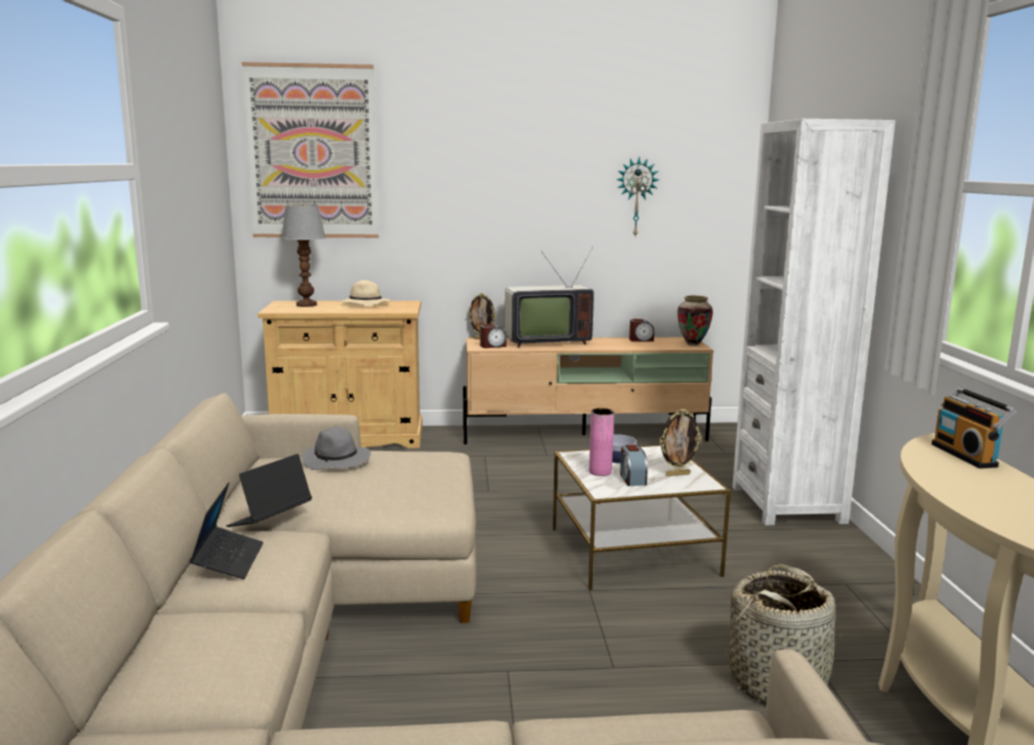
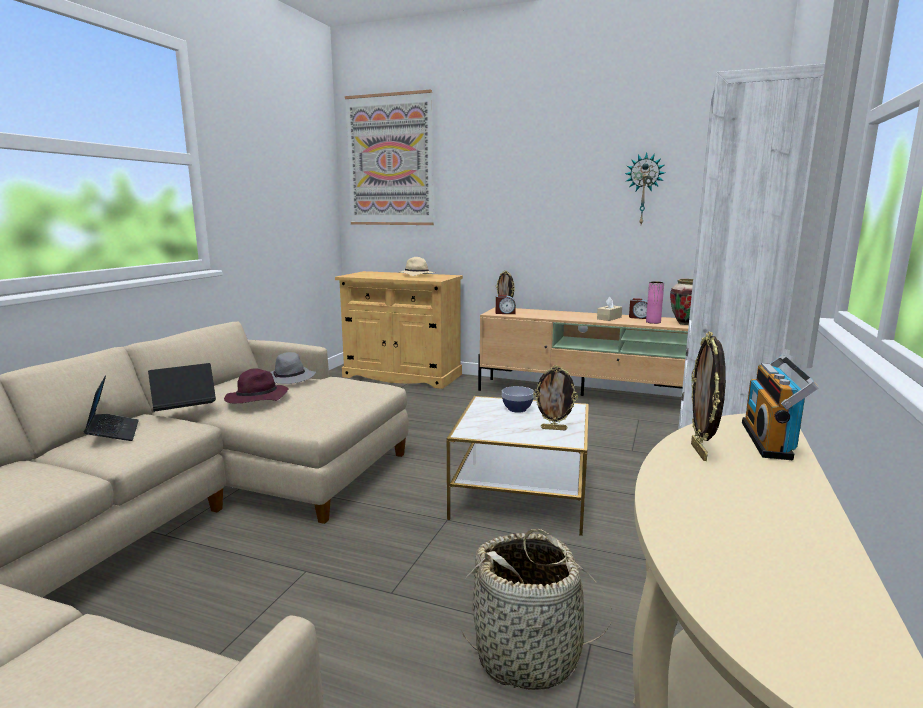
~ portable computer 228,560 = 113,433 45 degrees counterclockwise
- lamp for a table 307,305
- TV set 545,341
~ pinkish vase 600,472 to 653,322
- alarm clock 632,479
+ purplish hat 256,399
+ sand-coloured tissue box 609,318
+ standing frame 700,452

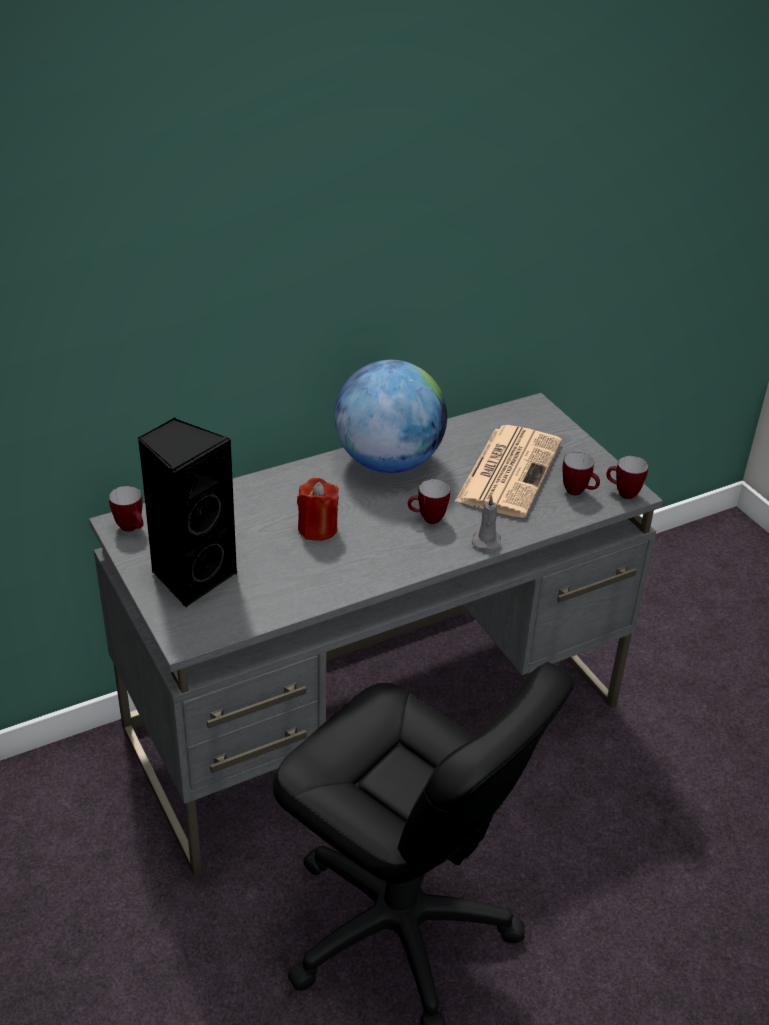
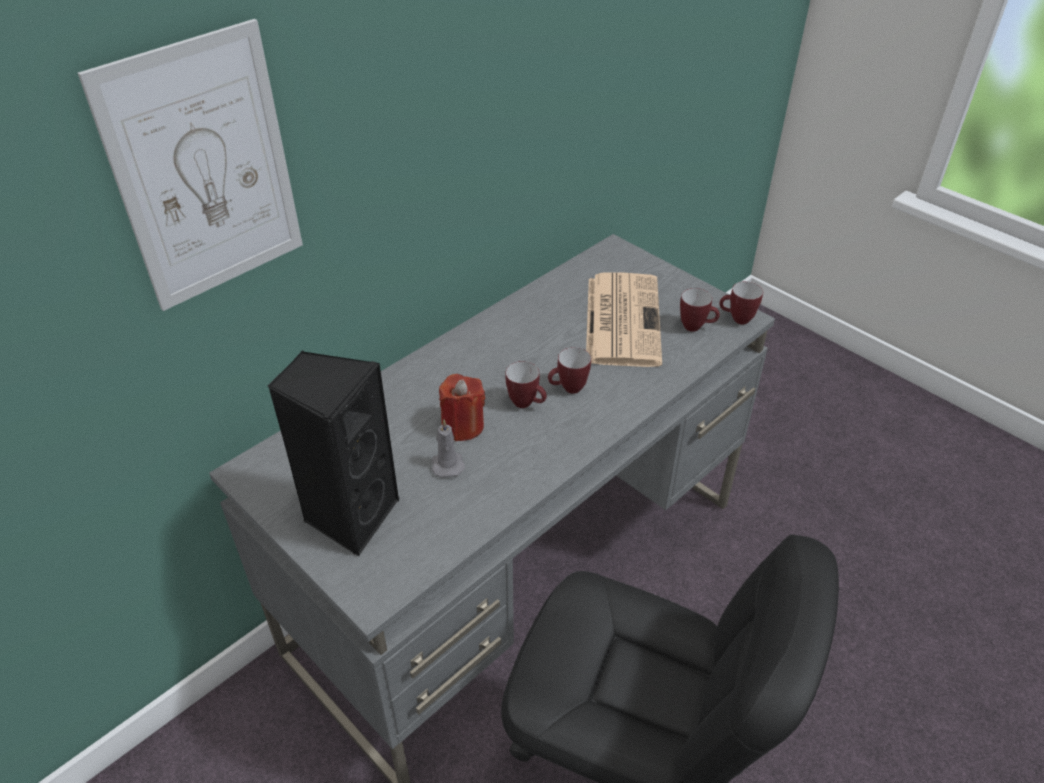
~ mug 132,528 to 527,404
- globe 388,462
~ grey candle 486,540 to 447,464
+ wall art 205,170

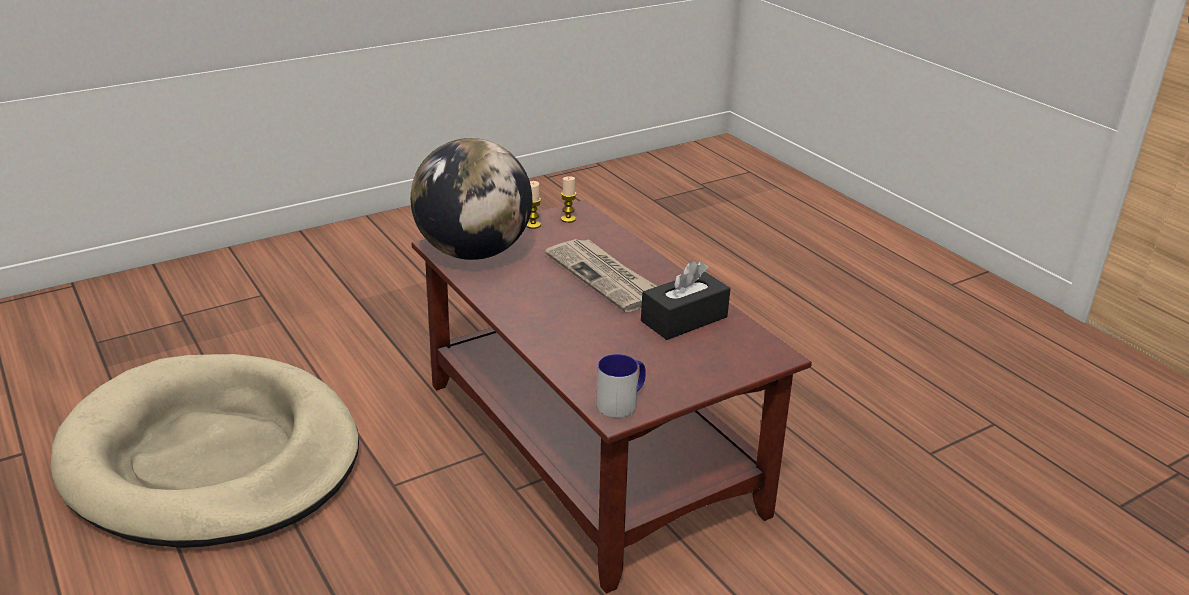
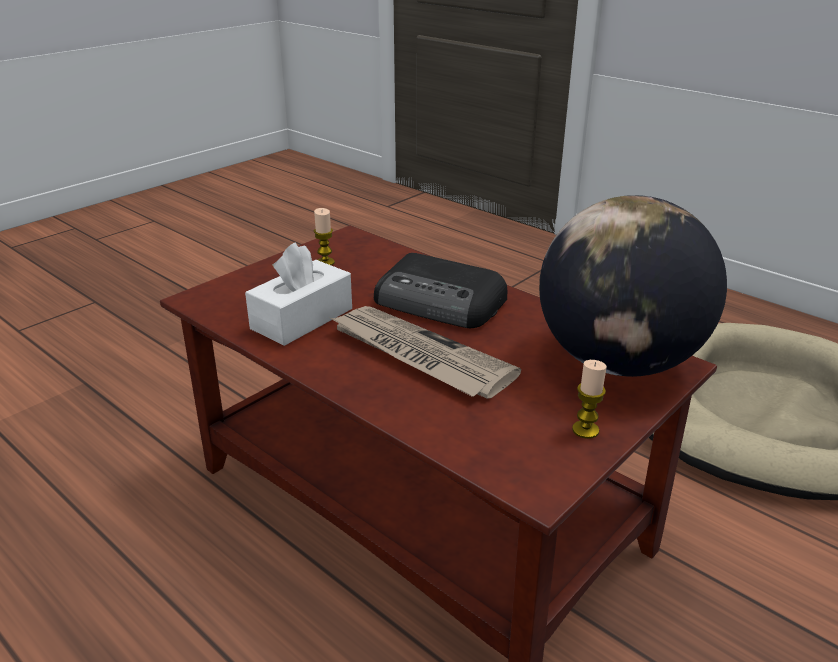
~ candle 568,219 to 325,262
- mug 622,402
~ black tissue box 684,319 to white tissue box 302,319
+ radio receiver 441,302

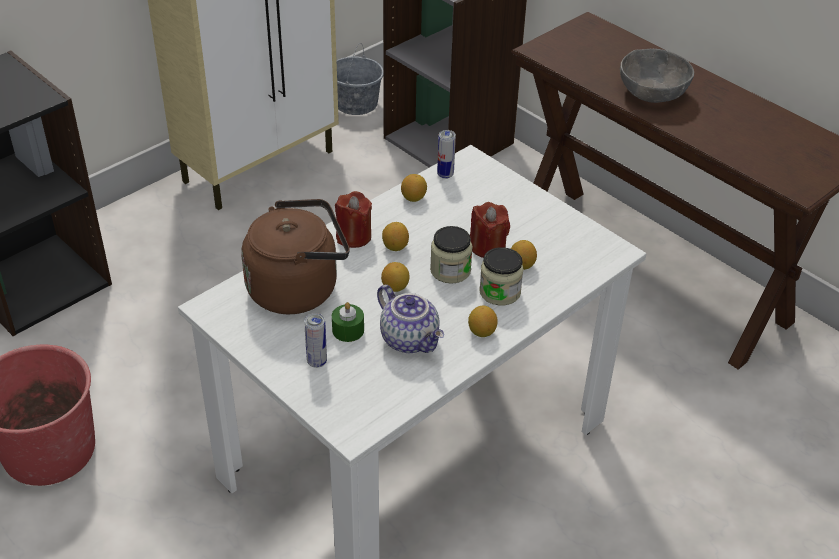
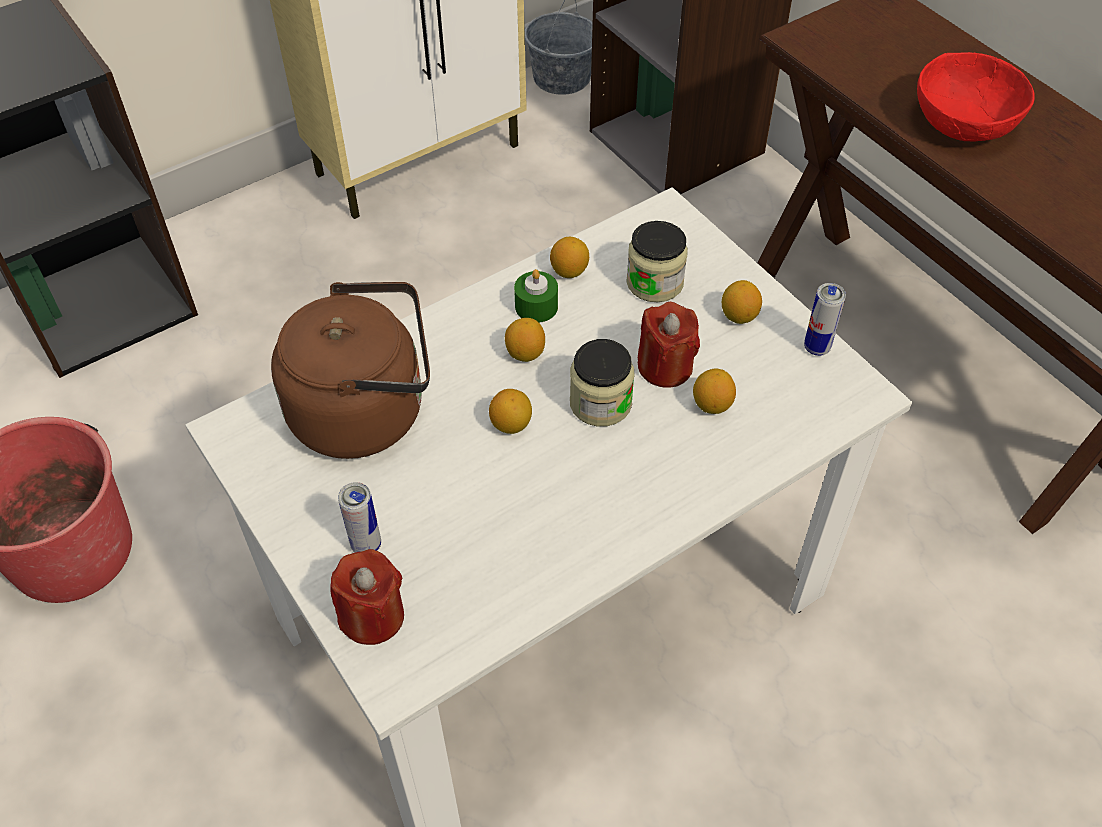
~ greenish candle 348,330 to 536,306
~ reddish candle 353,236 to 372,616
- teapot 411,339
~ metal can 445,174 to 816,347
~ lemon 481,332 to 738,316
~ storage jar 500,292 to 655,282
~ grey bowl 652,93 to reddish bowl 963,123

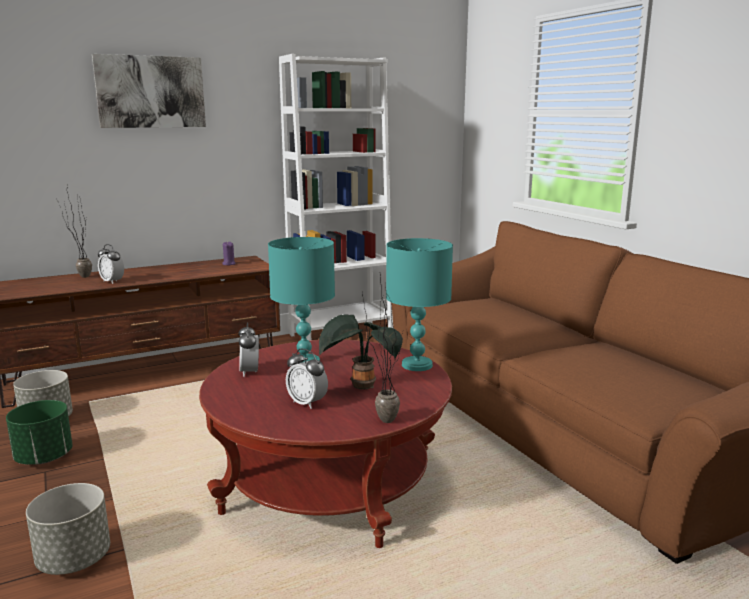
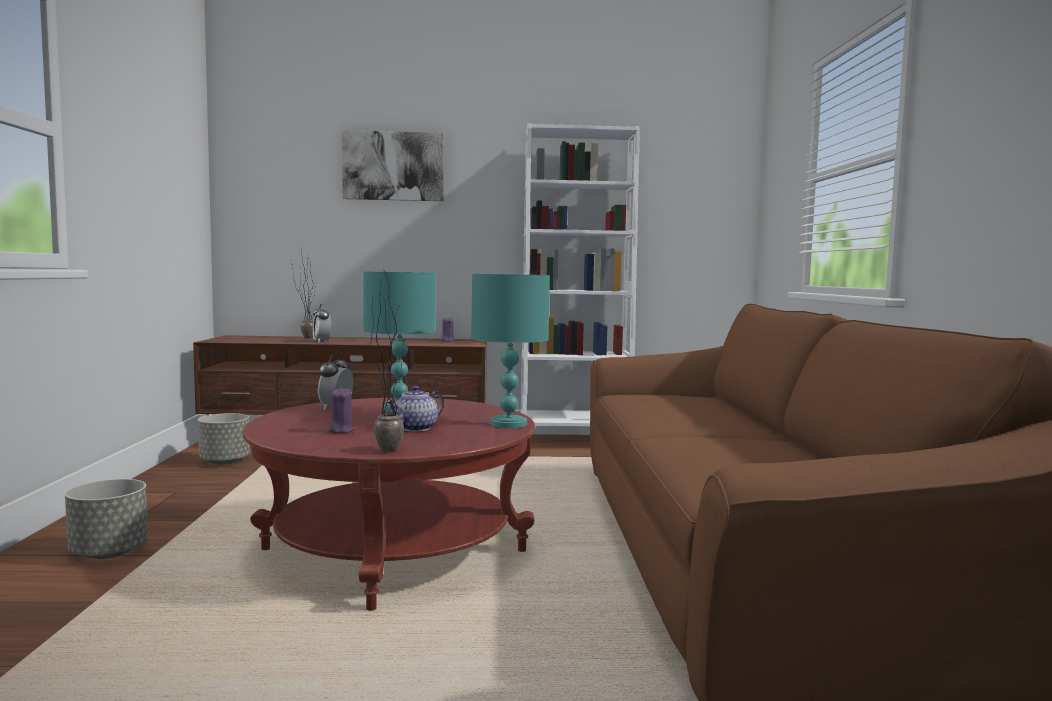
- greenish flower pot 43,458
~ alarm clock 307,403 to purplish candle 341,430
~ plant in a pot 360,387 to teapot 416,428

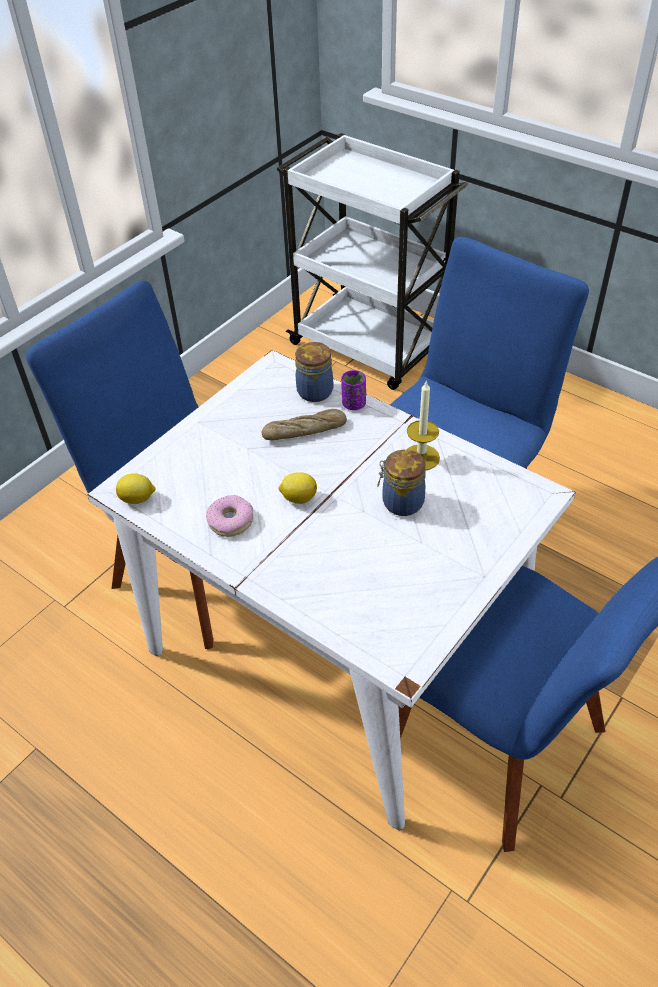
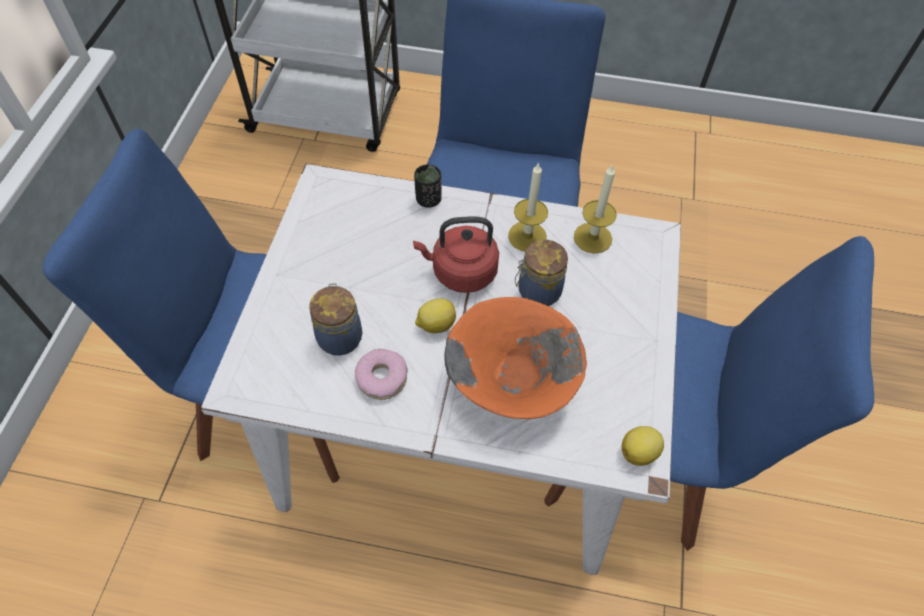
~ lemon 138,499 to 639,452
- bread 304,431
~ storage jar 315,390 to 340,336
~ purplish small cup 354,404 to black small cup 428,199
+ reddish kettle 460,272
+ orange bowl 511,380
+ candle 592,238

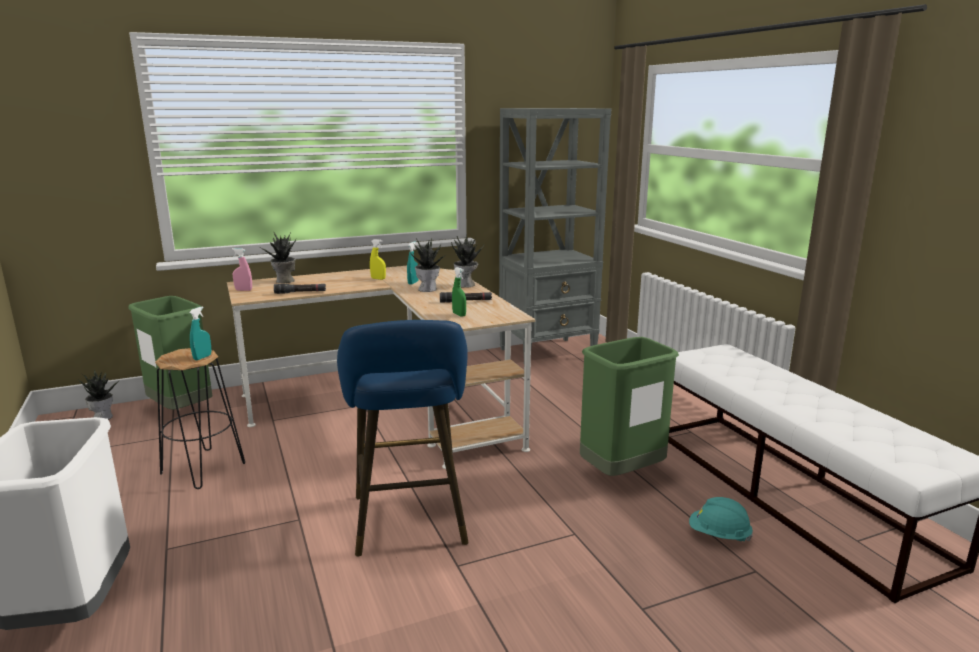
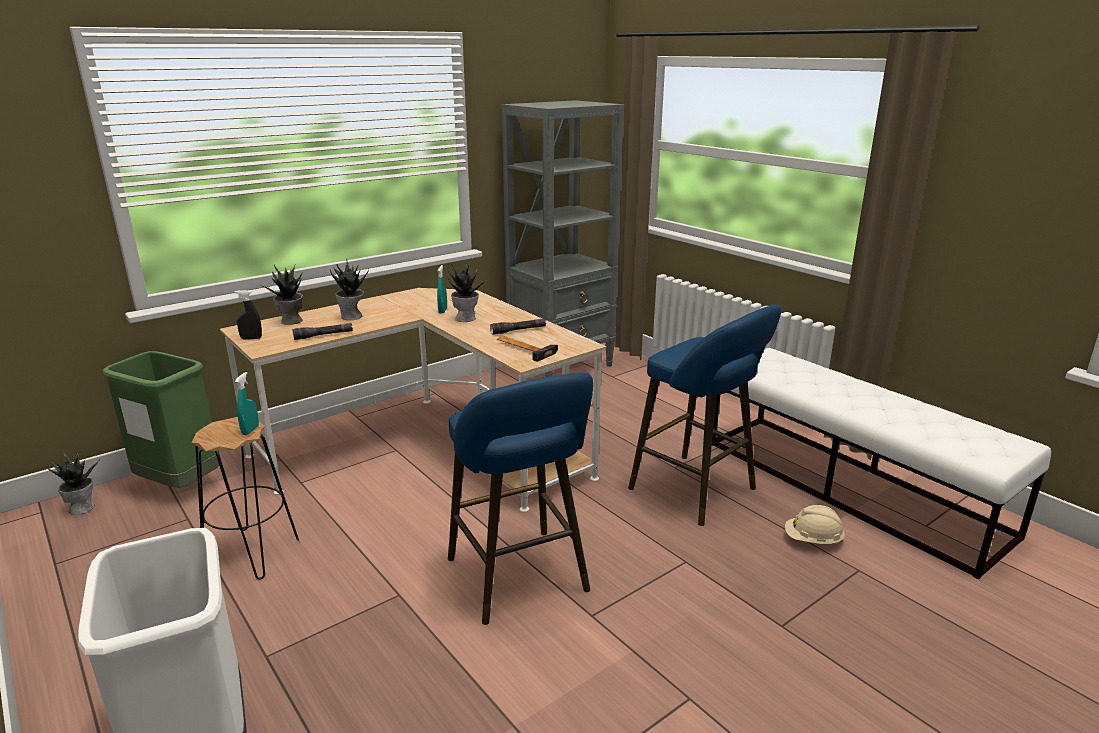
~ pinkish sprayer 243,290 to black sprayer 251,338
- yellow-coloured sprayer 378,279
~ plant in a pot 466,285 to 352,317
~ greenish sprayer 459,314 to hand hammer 524,348
~ greenish rubbish bin 621,474 to blue sitting stool 698,491
~ turquoise-coloured safety helmet 718,535 to sand-coloured safety helmet 812,540

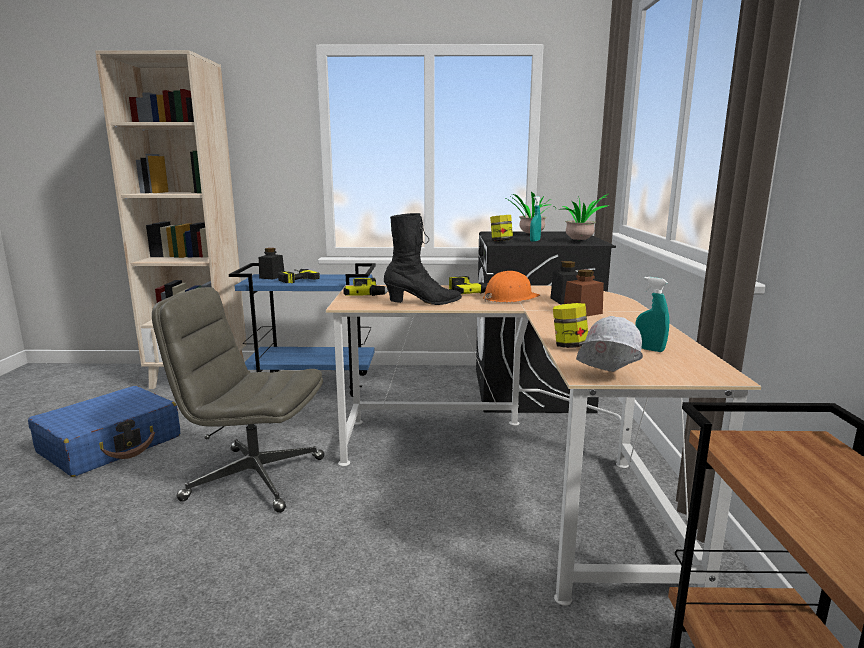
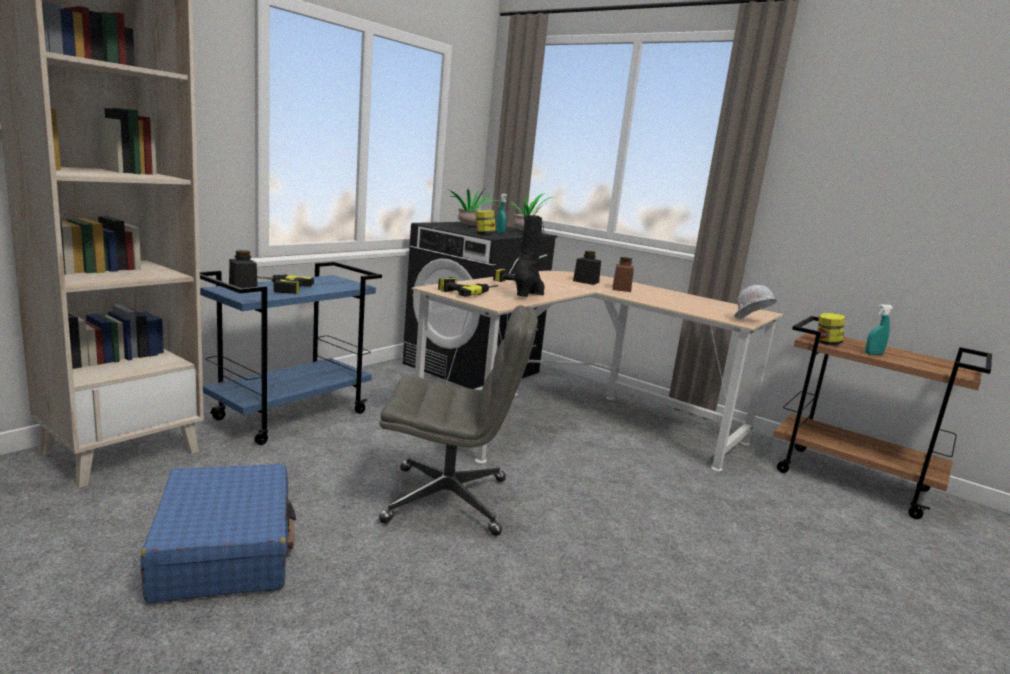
~ grey office chair 254,478 = 449,500 135 degrees counterclockwise
- orange safety helmet 509,298
~ storage jar 569,346 to 827,343
~ turquoise-coloured sprayer 649,349 to 873,354

